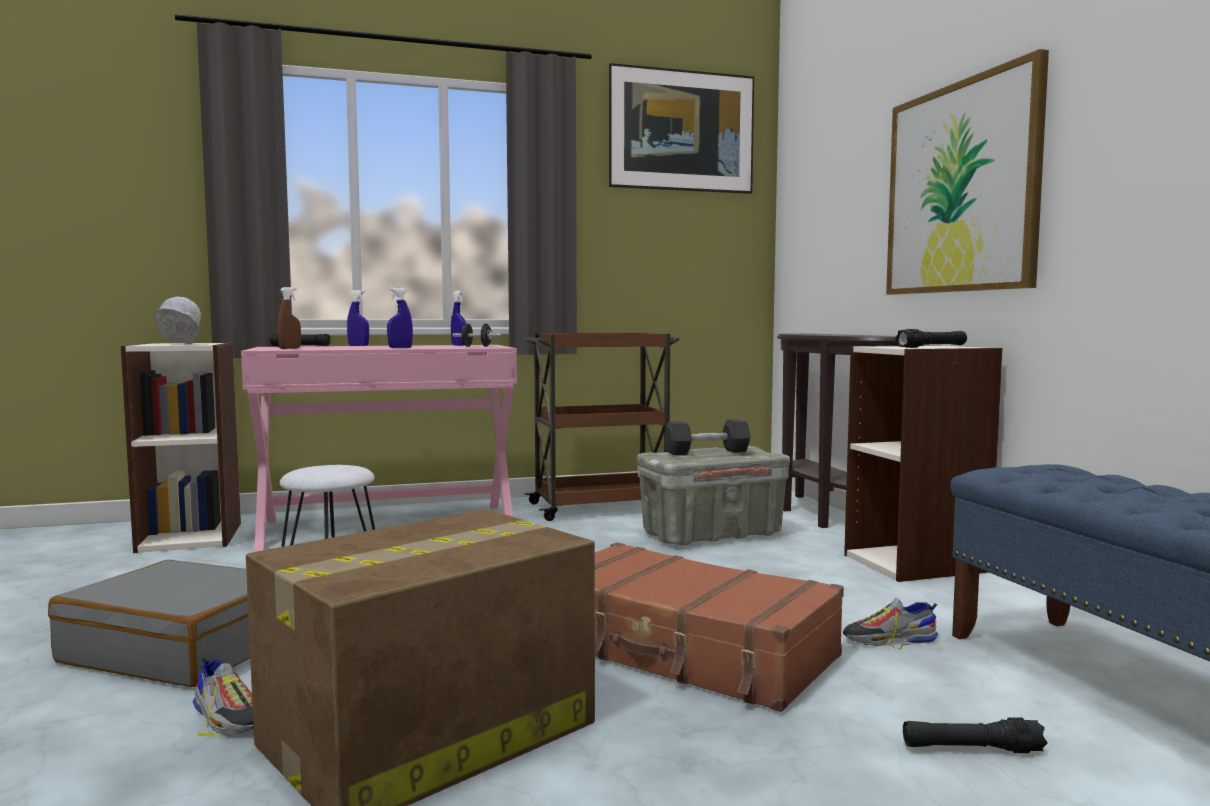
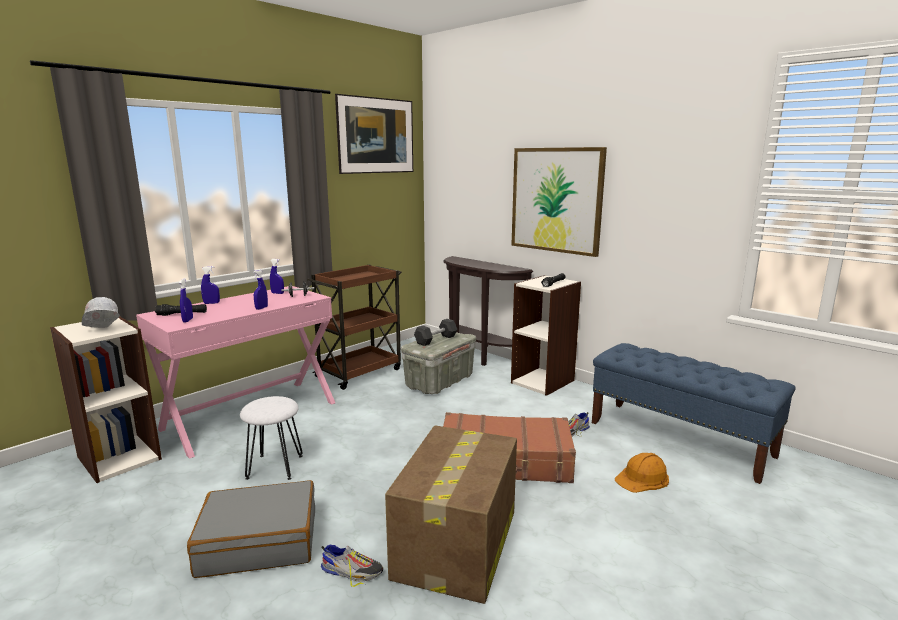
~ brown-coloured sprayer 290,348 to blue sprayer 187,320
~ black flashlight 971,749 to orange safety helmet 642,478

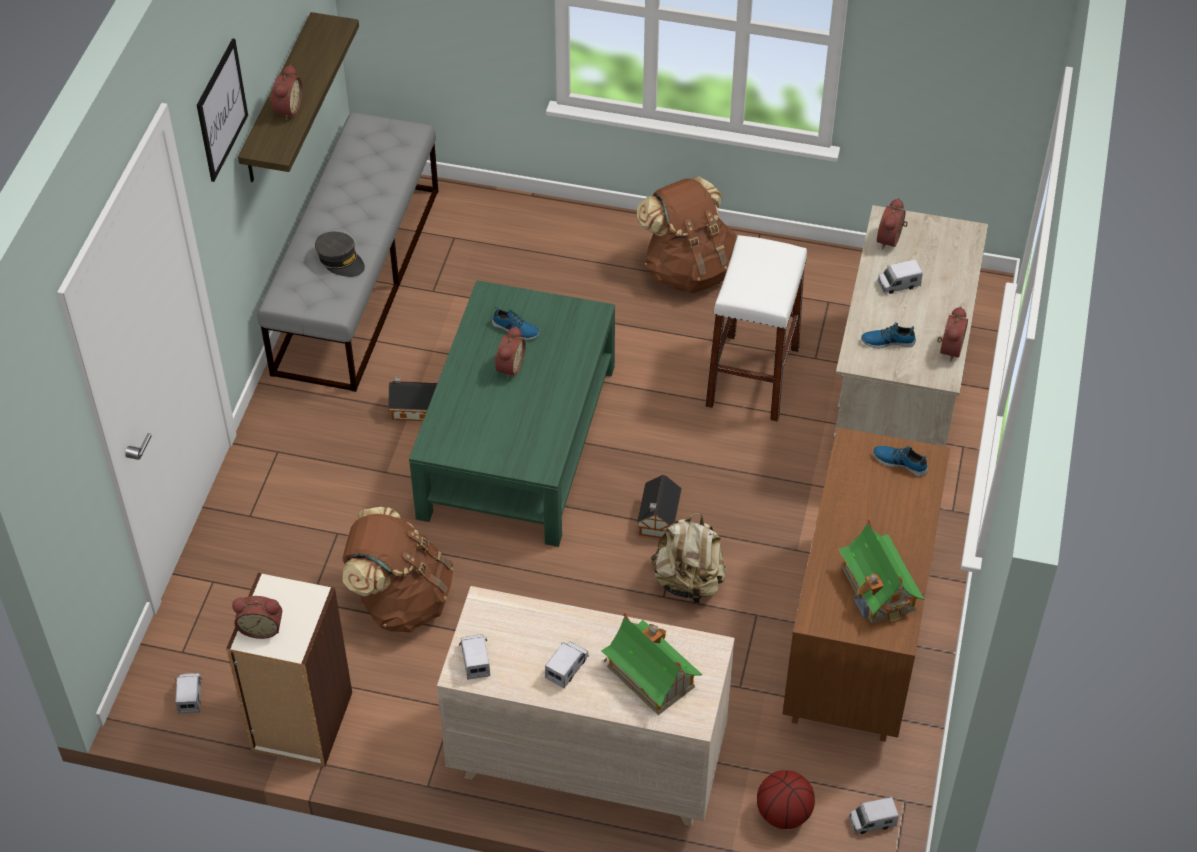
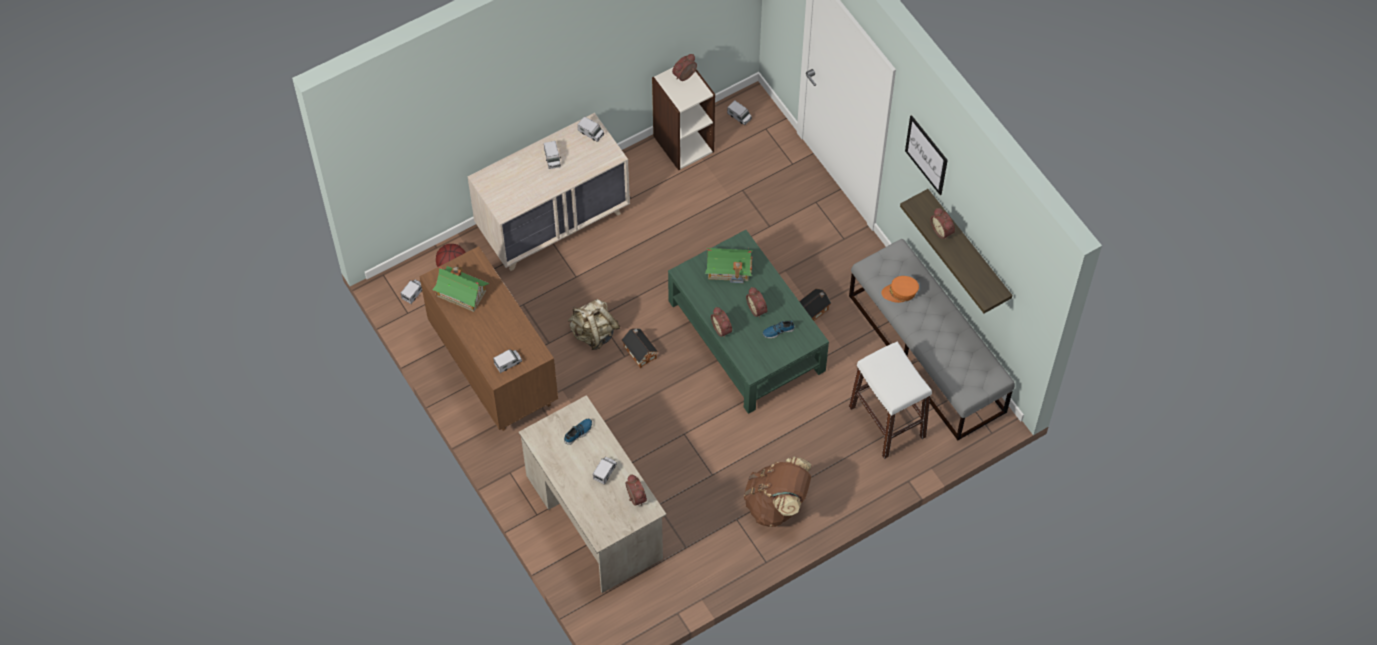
~ grey cap 340,260 to orange cap 900,292
- brown-coloured knapsack 401,600
~ model house 650,676 to 729,269
~ white sitting stool 752,377 to 887,422
~ item of footwear 900,462 to model truck 508,363
~ alarm clock 948,348 to 722,328

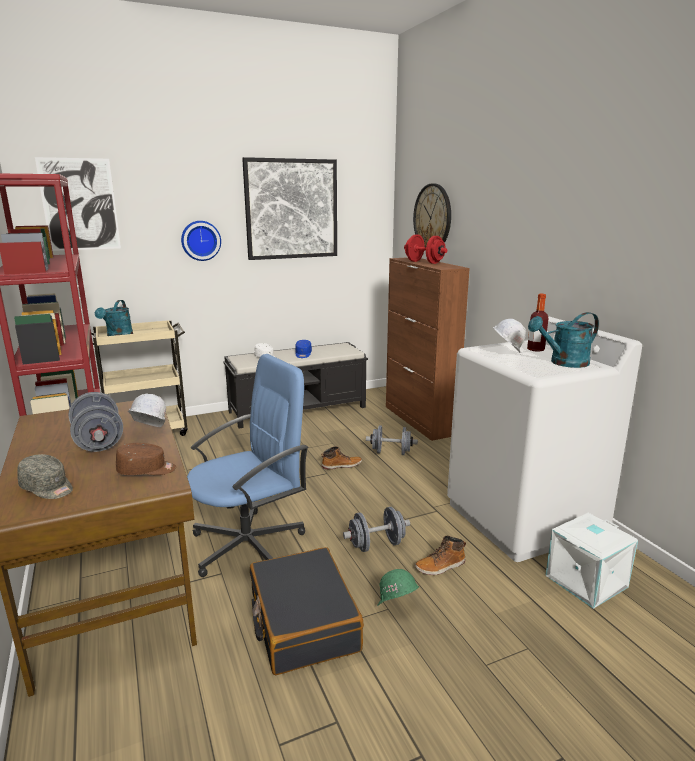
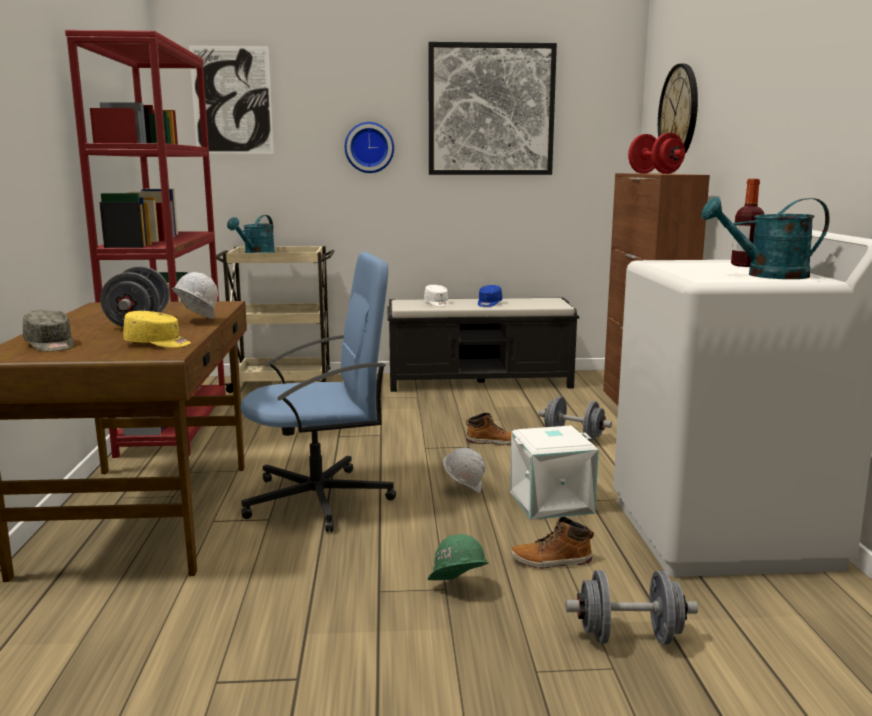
~ brown-coloured cap 147,470 to yellow-coloured cap 158,344
- black suitcase 302,622
~ grey hand weight 376,545 to 629,637
~ white safety helmet 506,353 to 464,489
~ white storage container 587,582 to 551,503

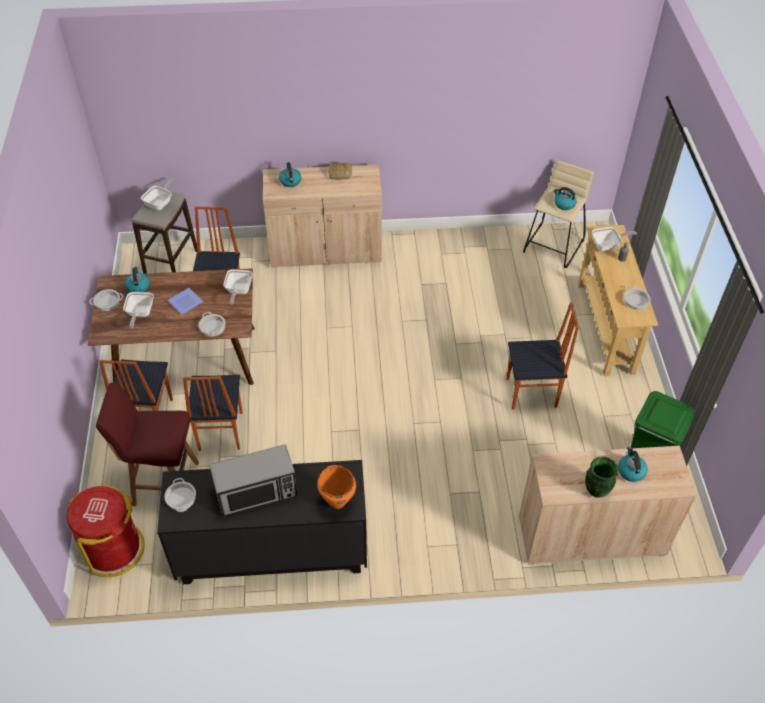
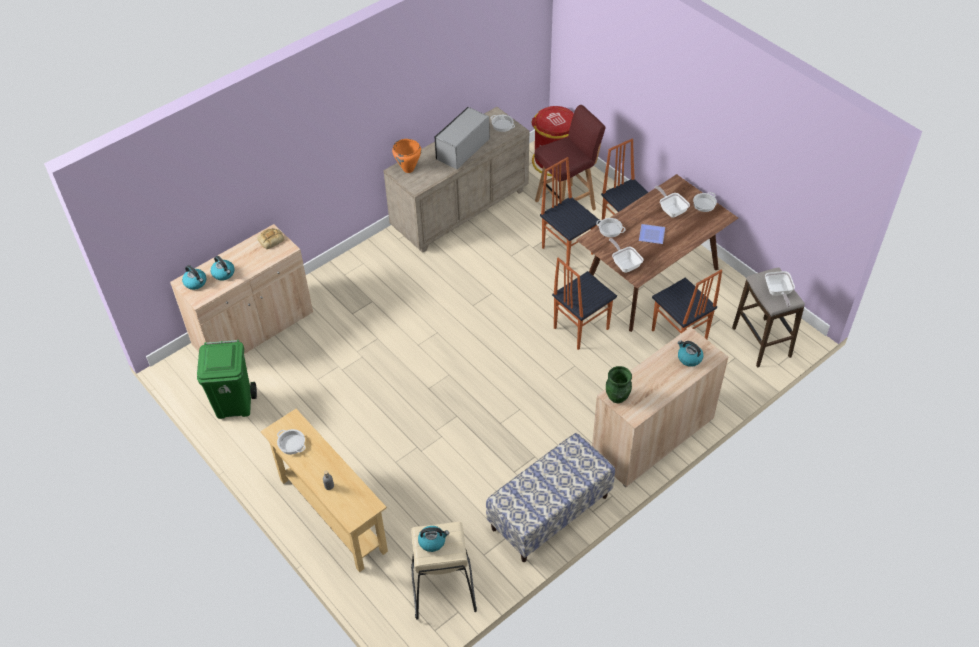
~ kettle 138,286 to 196,283
~ black chest of drawers 272,550 to sand-coloured chest of drawers 460,209
~ bread 339,173 to 271,239
~ plain chair 532,393 to 580,328
~ greenish vase 596,490 to 617,397
- skillet 607,245
+ indoor bench 549,513

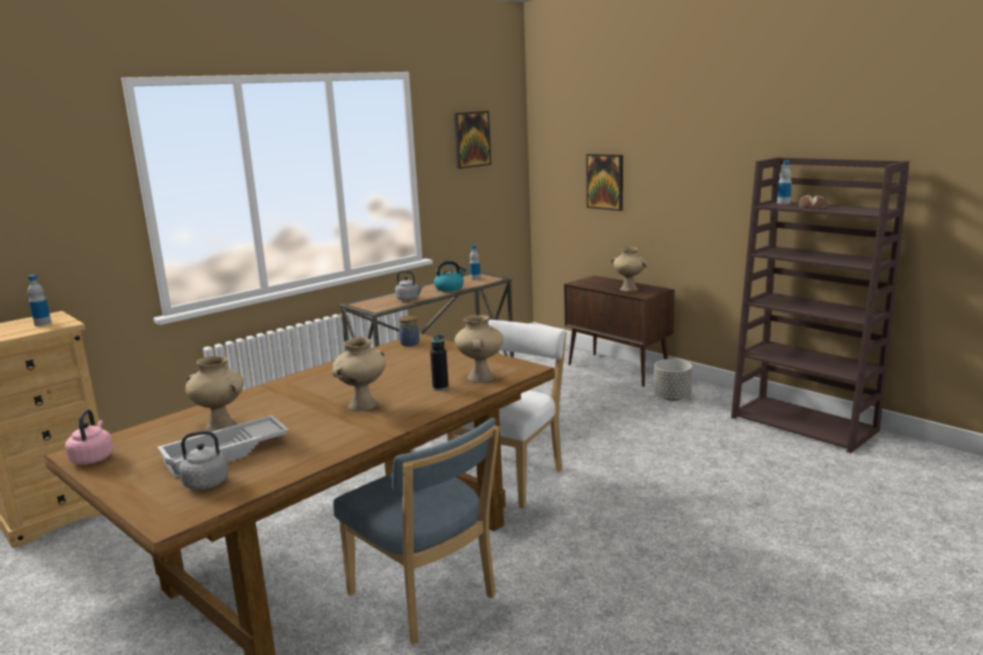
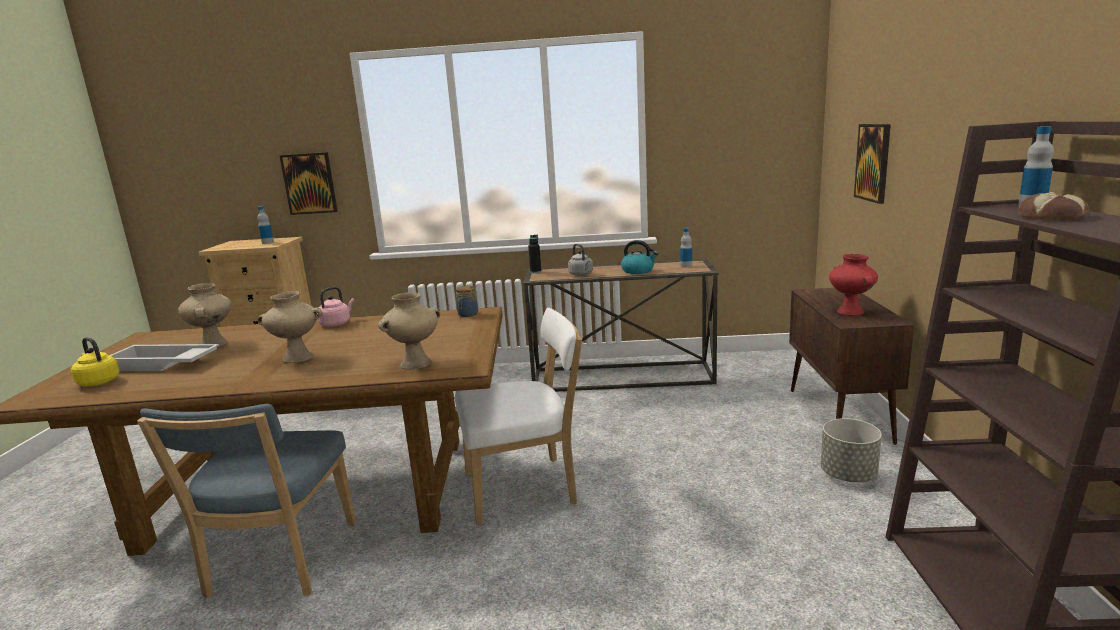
~ pinkish kettle 93,458 to 336,323
~ grey kettle 203,484 to yellow-coloured kettle 98,382
~ black bottle 440,387 to 535,272
~ wall art 472,139 to 309,183
~ sand-coloured vase 629,289 to reddish vase 851,312

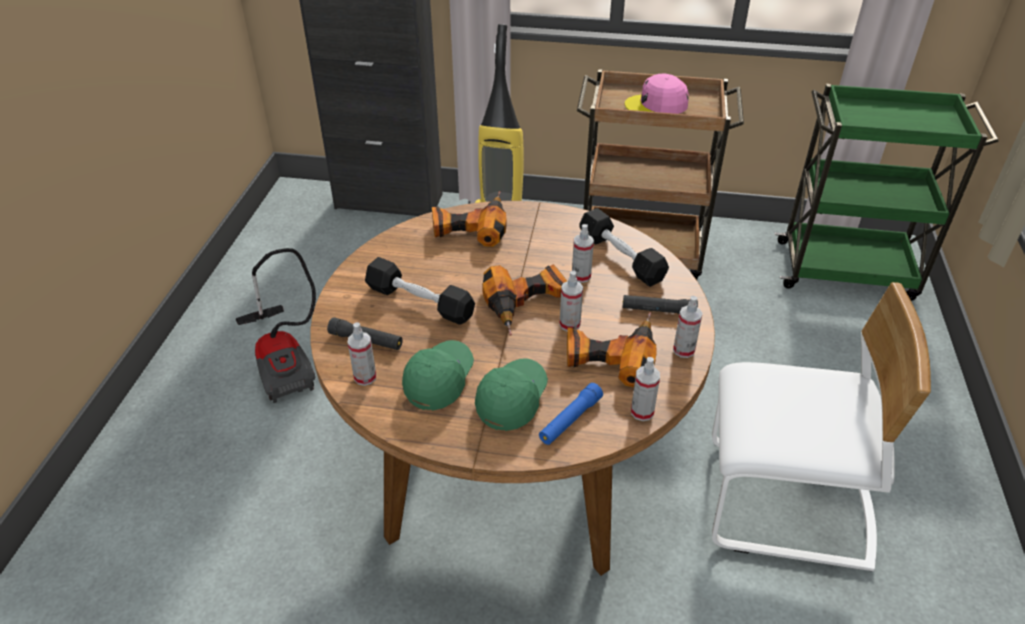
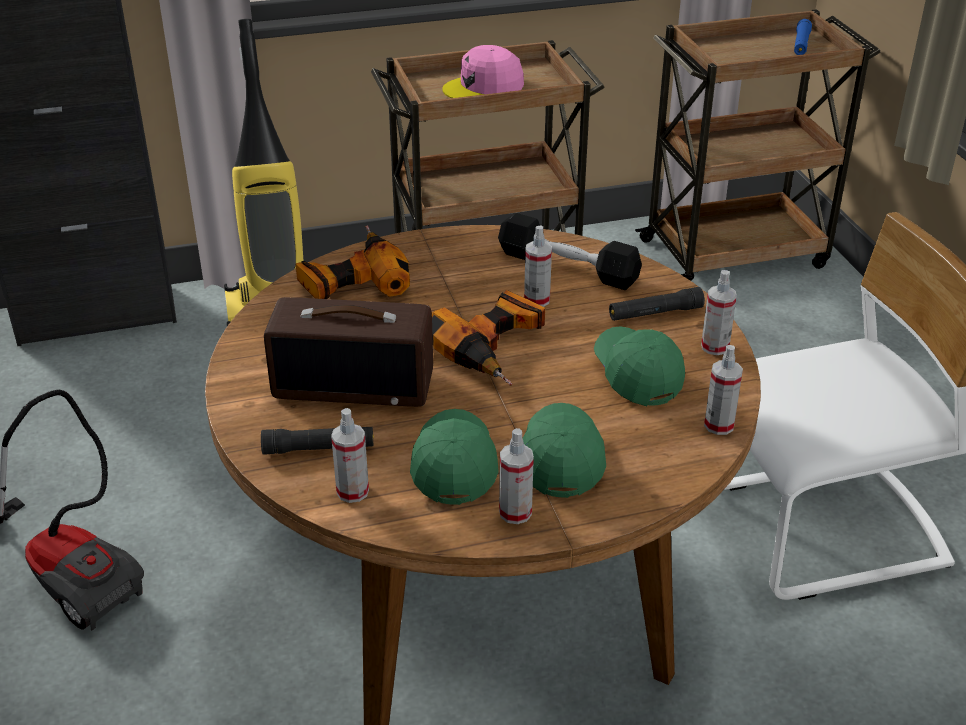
~ black hand weight 419,302 to radio receiver 355,383
~ blue flashlight 570,420 to 801,44
~ sprayer 569,324 to 515,512
~ electric drill 610,354 to greenish cap 636,375
~ greenish cart 848,270 to brown-coloured cart 736,253

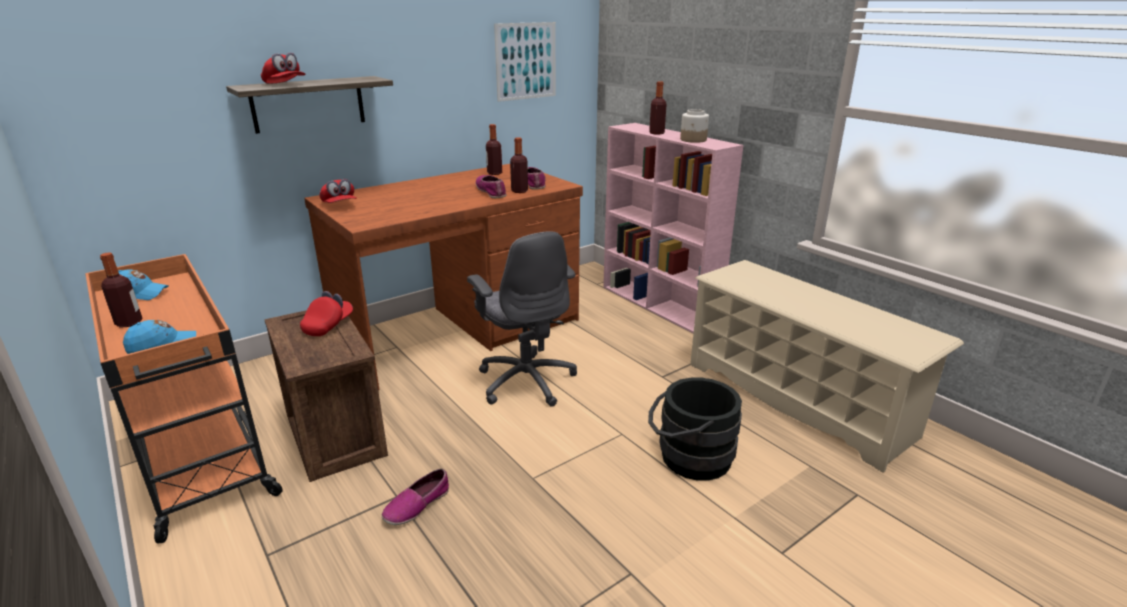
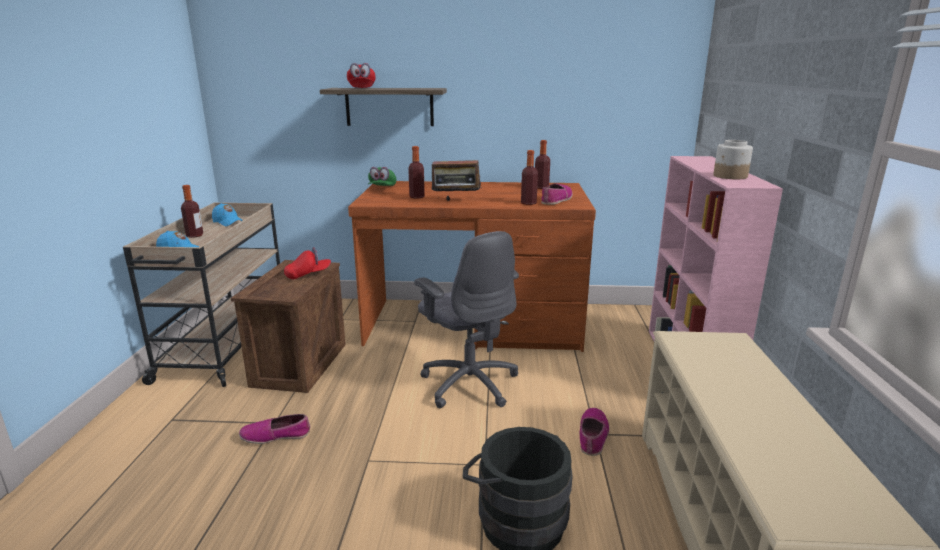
~ orange cart 199,454 to sand-coloured cart 227,343
~ reddish cap 339,205 to greenish cap 382,189
~ grey office chair 526,380 = 469,383 45 degrees counterclockwise
~ item of footwear 491,191 to 593,436
- wall art 526,61
~ bottle 656,133 to 417,197
+ radio receiver 456,202

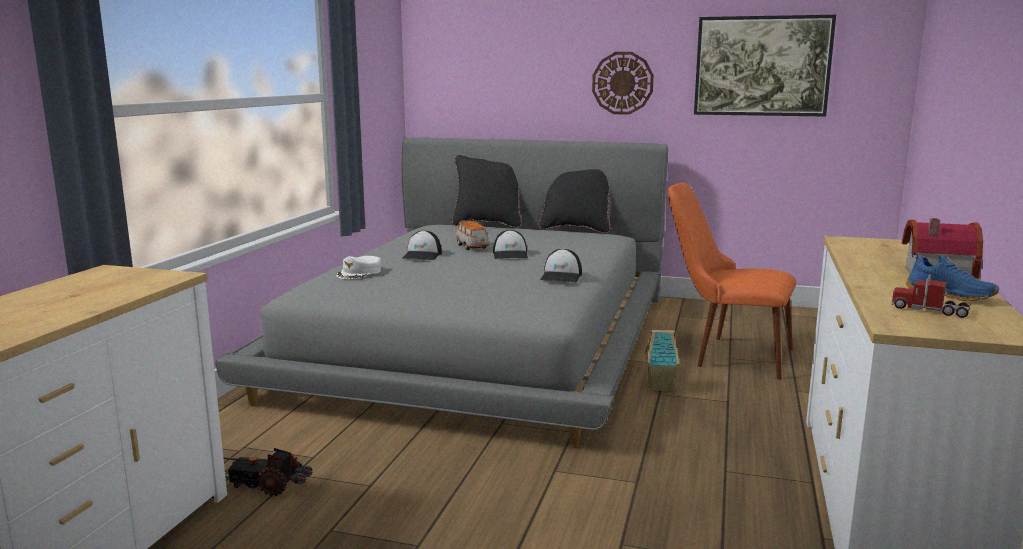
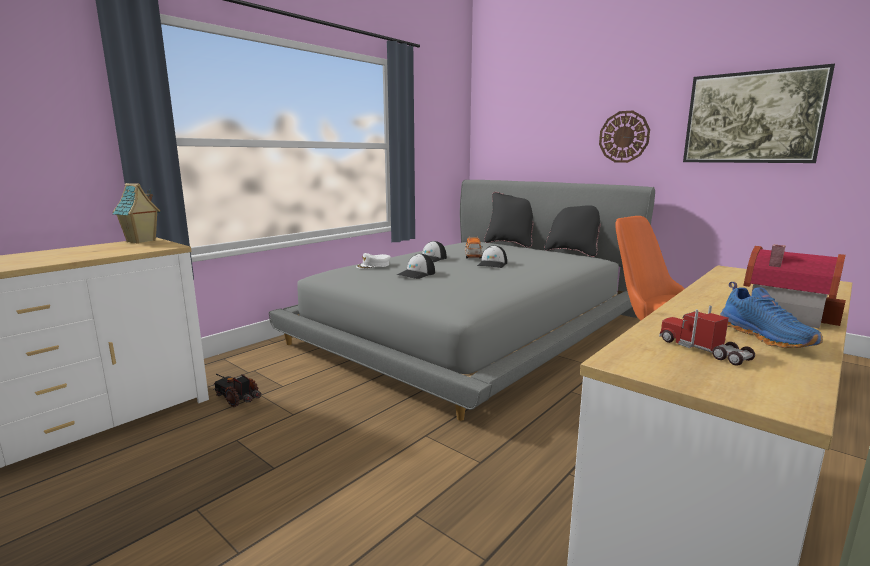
~ cap 561,276 to 416,274
~ model house 660,387 to 141,241

